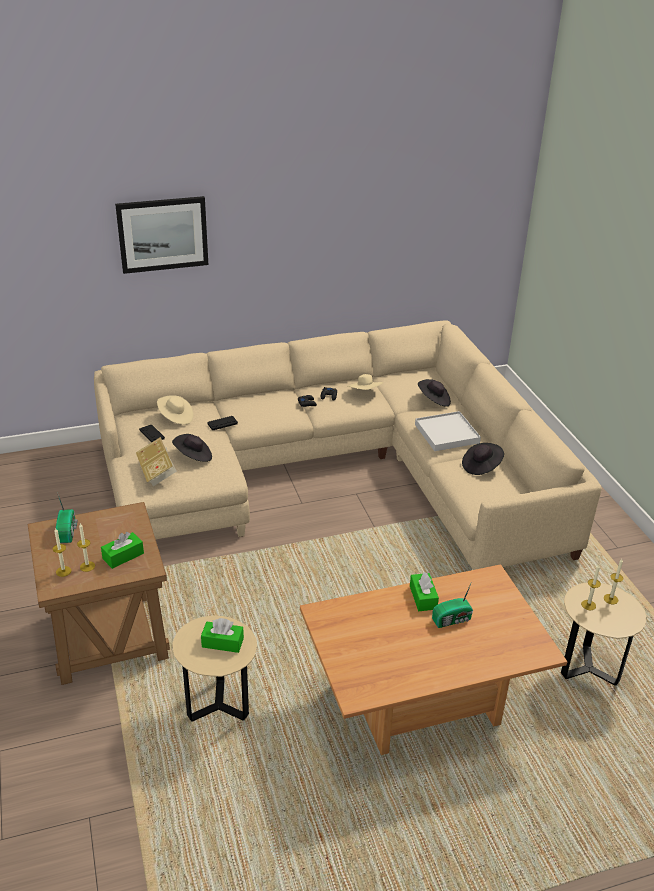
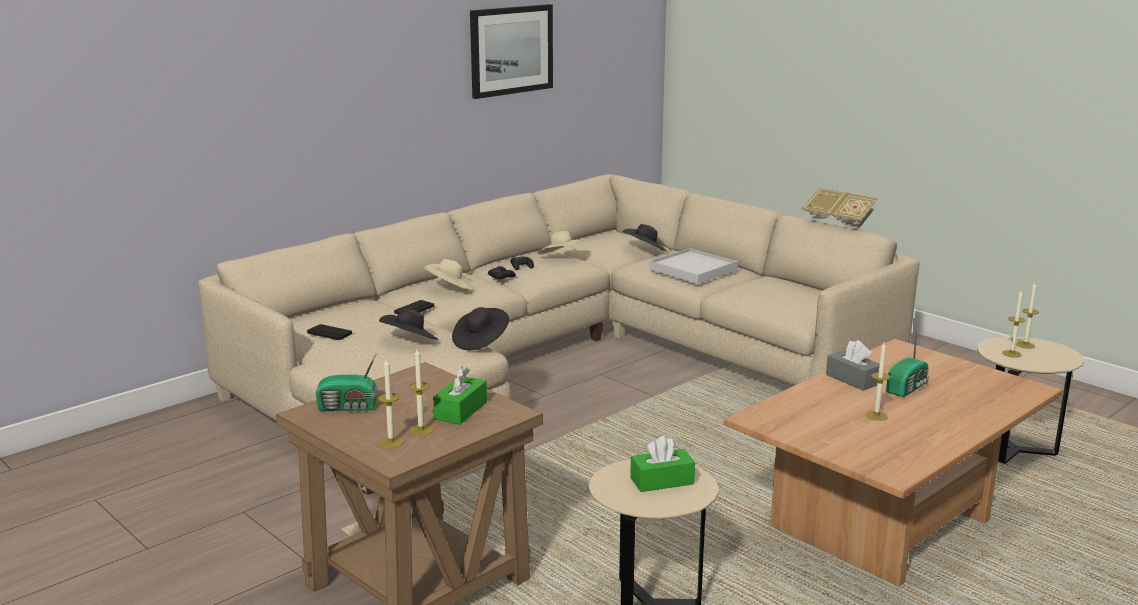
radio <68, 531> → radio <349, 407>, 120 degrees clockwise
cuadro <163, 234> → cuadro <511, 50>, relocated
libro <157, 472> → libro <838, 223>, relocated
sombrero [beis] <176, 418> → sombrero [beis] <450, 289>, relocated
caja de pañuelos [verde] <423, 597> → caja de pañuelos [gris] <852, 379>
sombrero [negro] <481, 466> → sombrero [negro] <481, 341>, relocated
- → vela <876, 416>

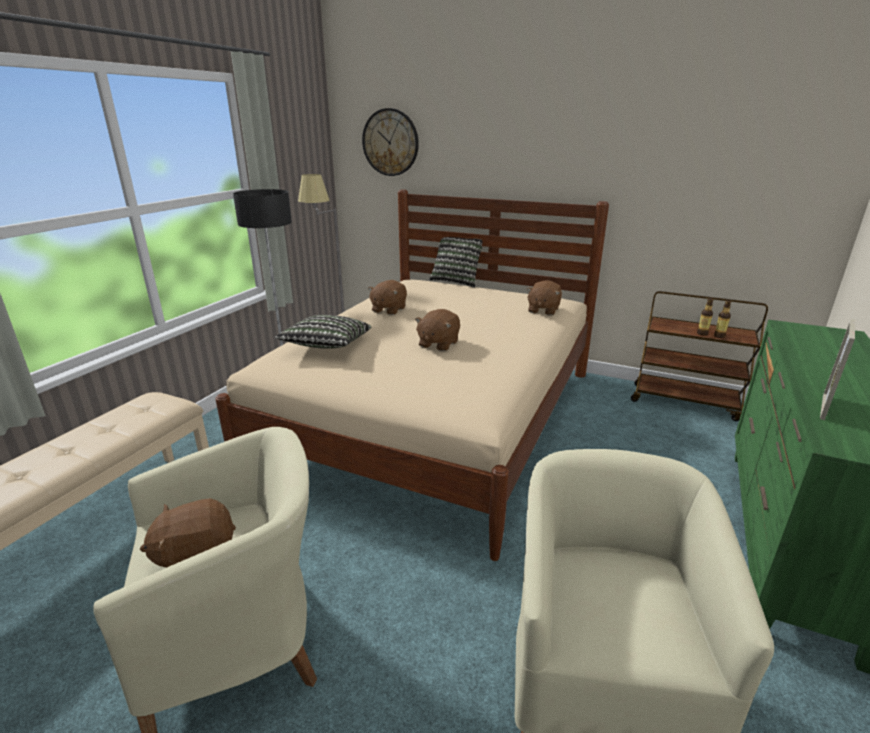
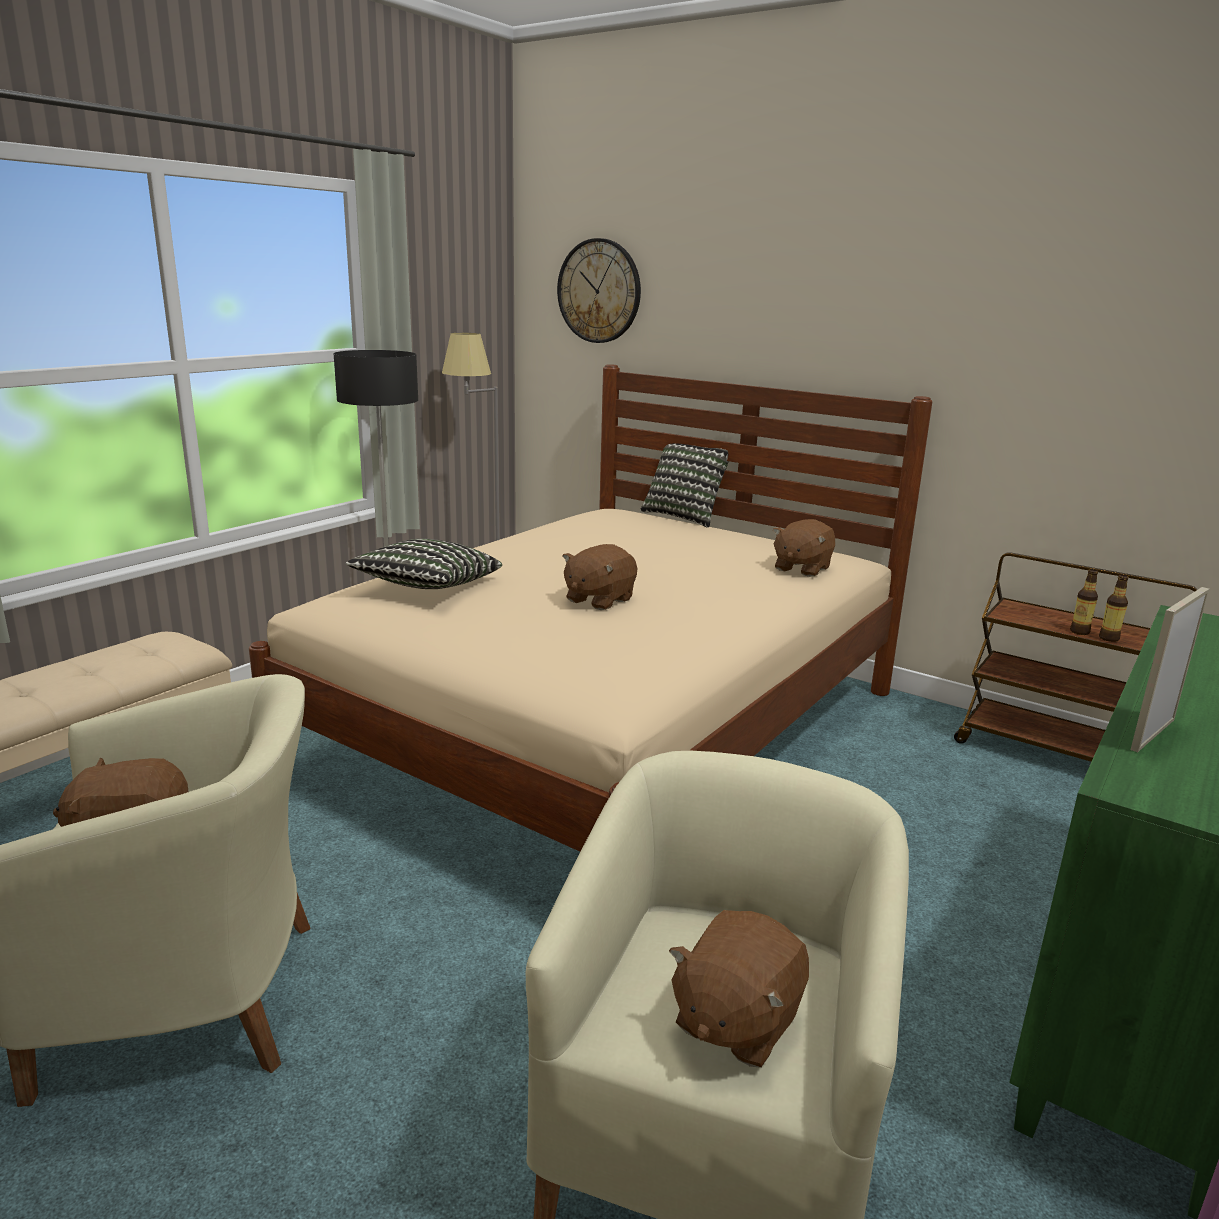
peluche [marrón] <388, 310> → peluche [marrón] <735, 1021>, relocated

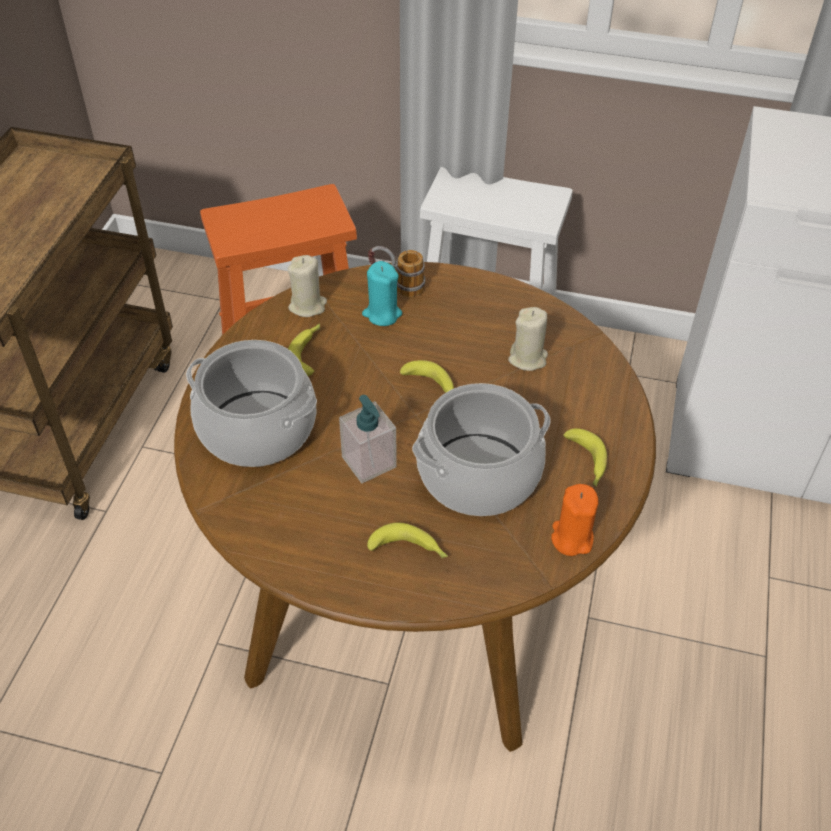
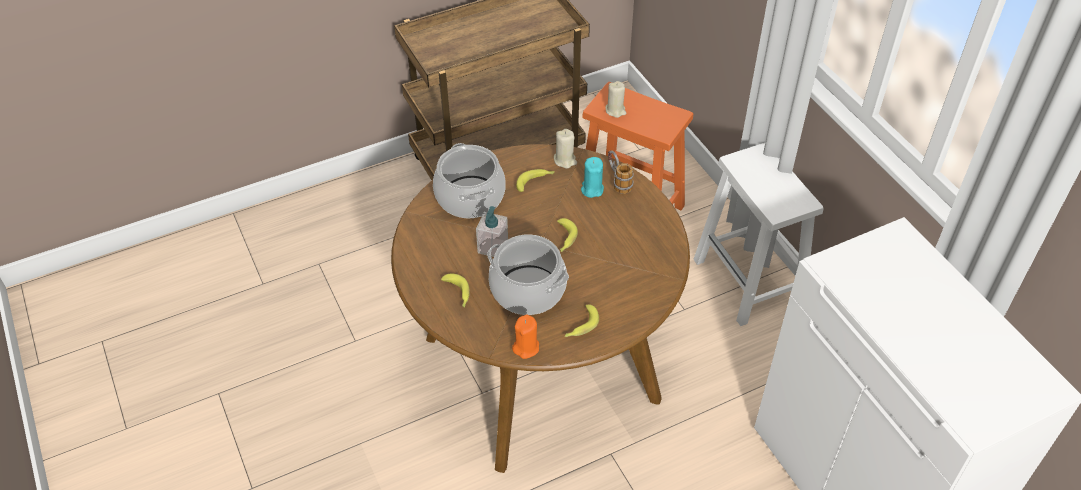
vela [beis] <528, 358> → vela [beis] <615, 110>, relocated

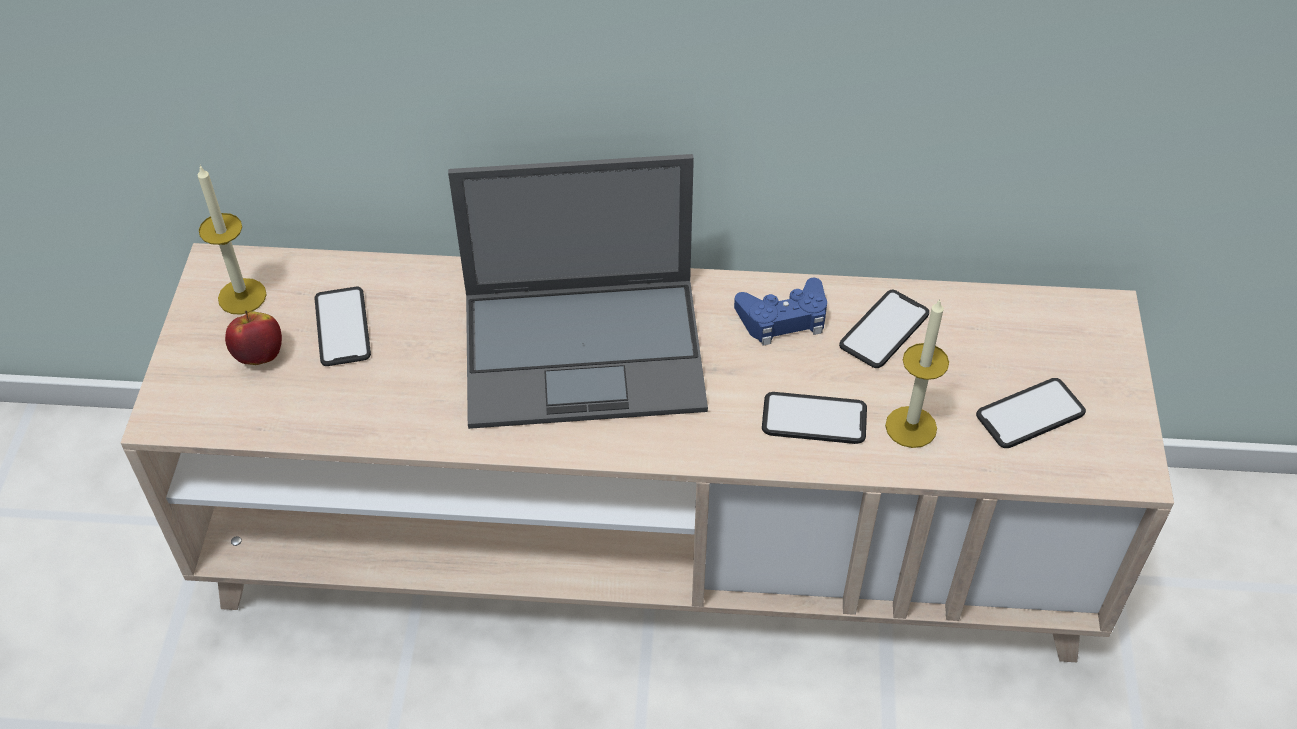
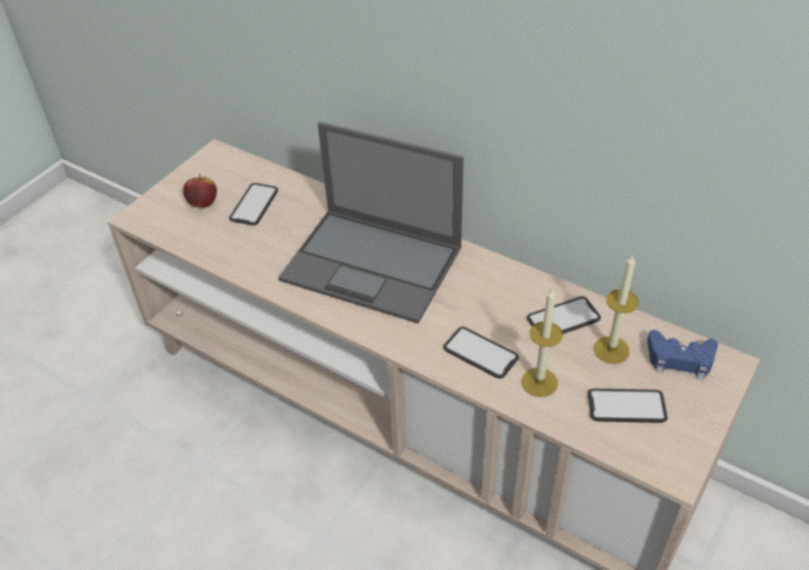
vela <242, 296> → vela <611, 350>, relocated
mando de consola [azul] <783, 318> → mando de consola [azul] <680, 359>, relocated

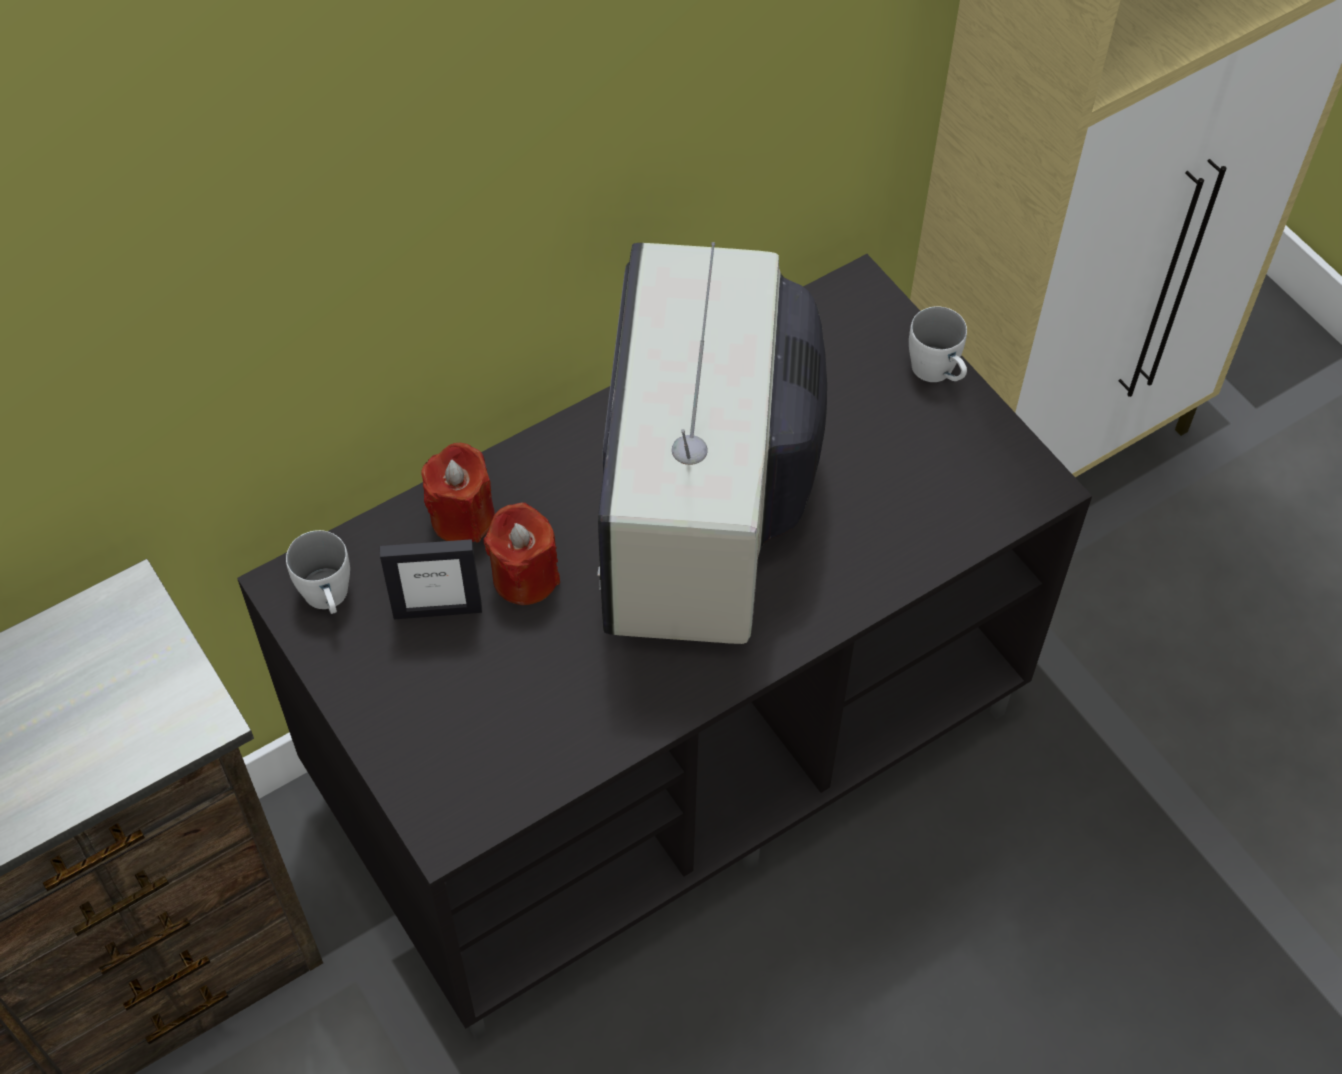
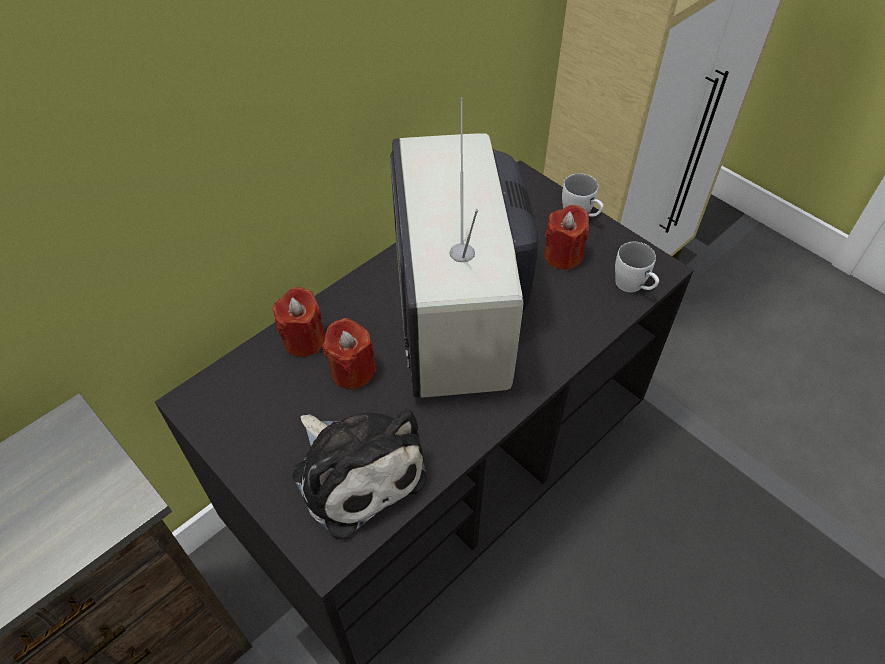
taza grande [blanco] <329, 600> → taza grande [blanco] <633, 287>, relocated
portarretratos <437, 610> → -
- → peluche <356, 470>
- → vela [rojo] <563, 255>

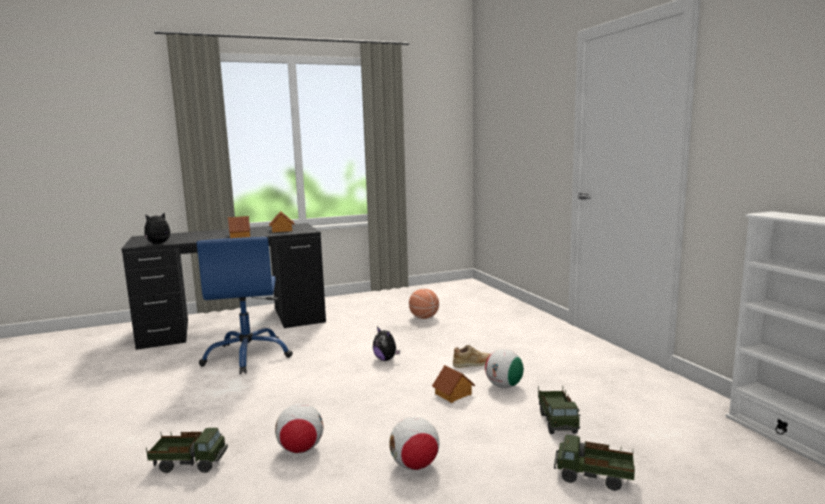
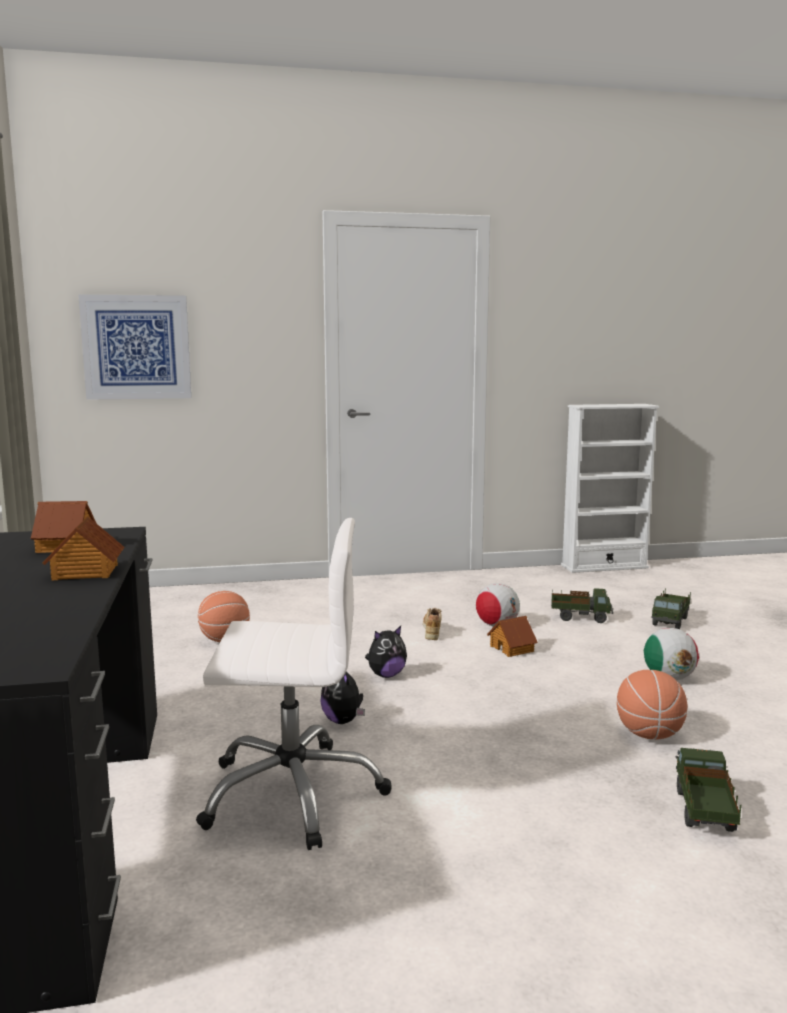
peluche <159, 243> → peluche <343, 721>, relocated
silla de oficina [azul] <248, 356> → silla de oficina [blanco] <293, 792>
balón de fútbol <301, 449> → balón de baloncesto <649, 734>
- → cuadro <136, 347>

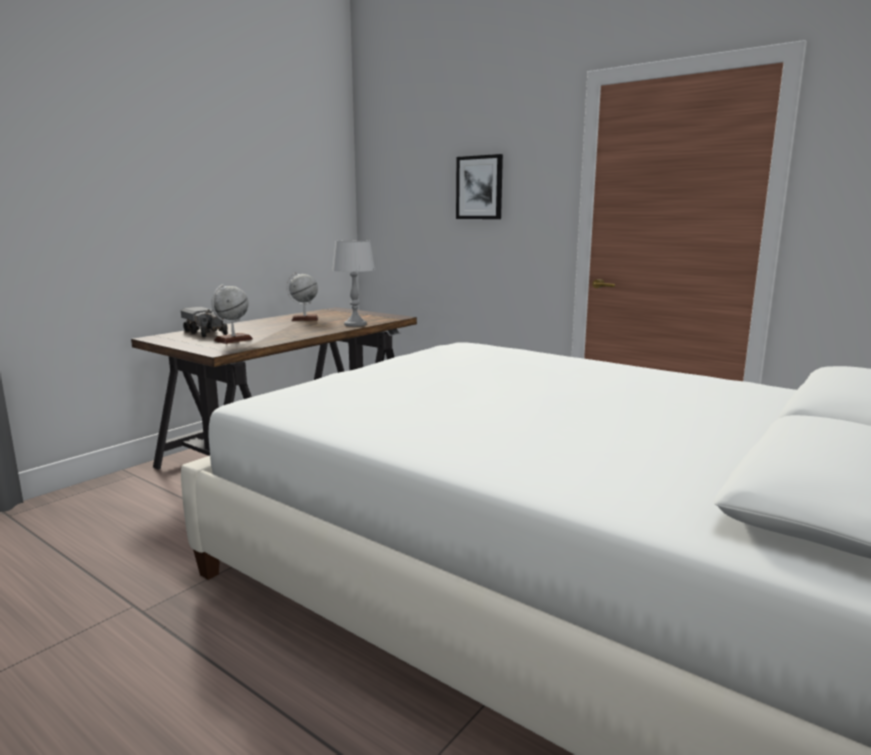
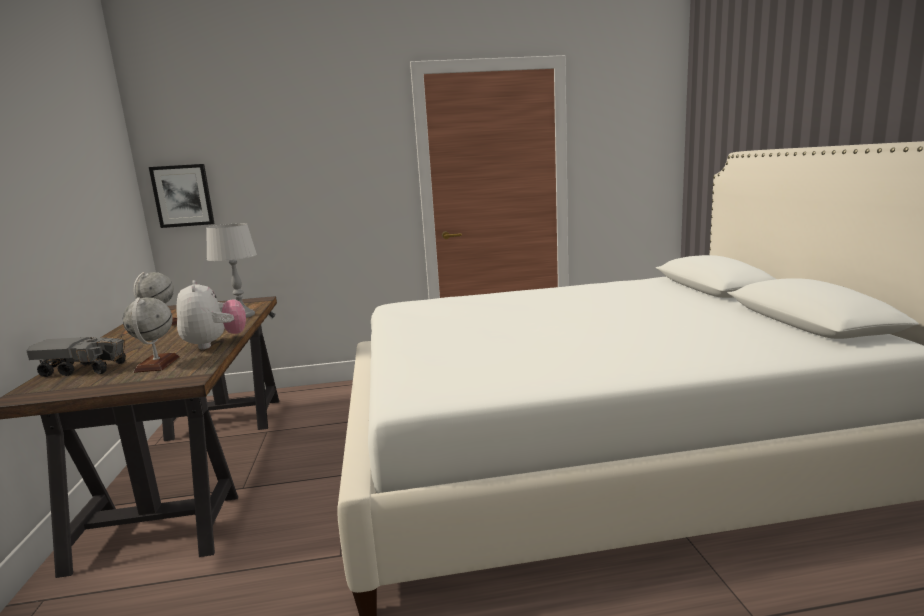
cuadro <479, 187> → cuadro <183, 196>, relocated
- → peluche <215, 344>

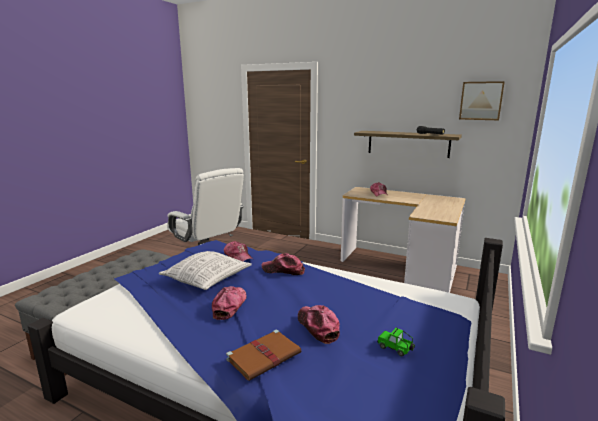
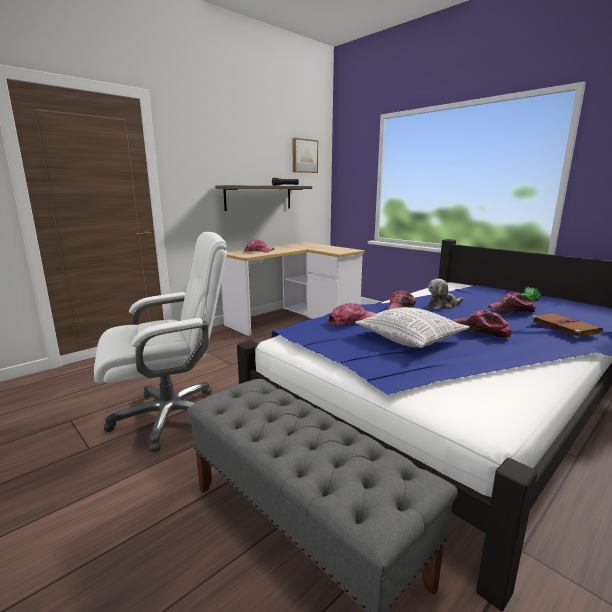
- → peluche <443, 306>

